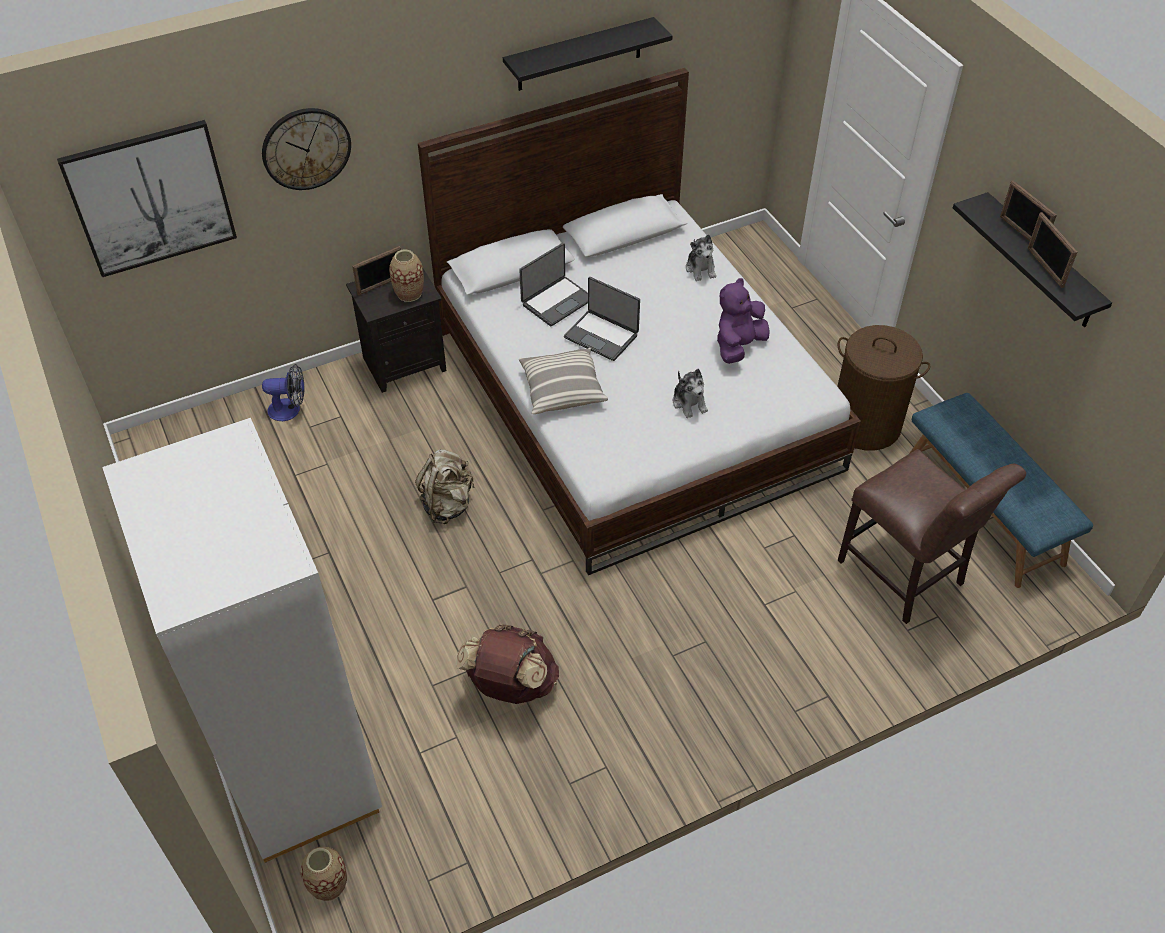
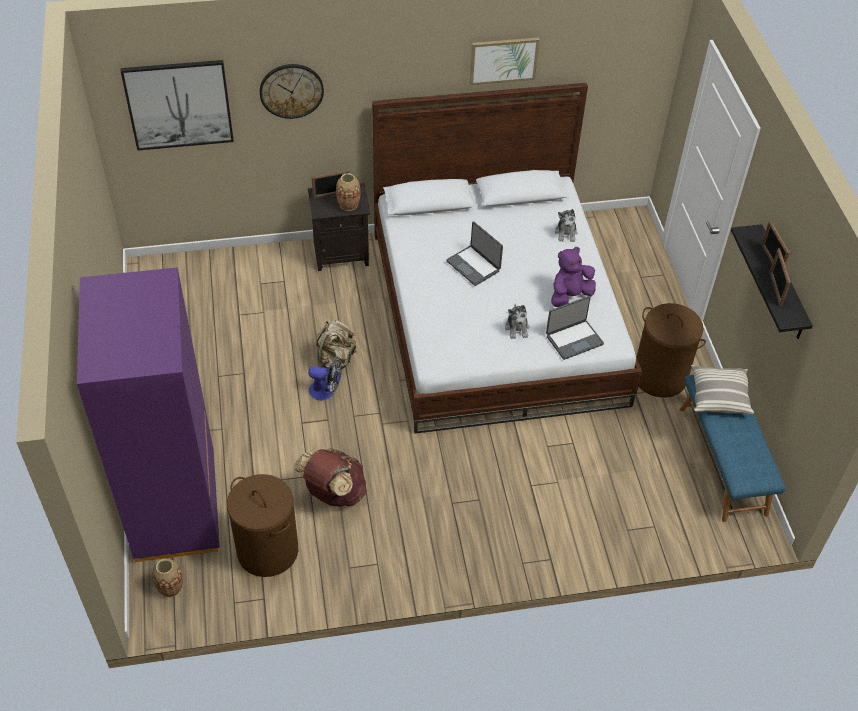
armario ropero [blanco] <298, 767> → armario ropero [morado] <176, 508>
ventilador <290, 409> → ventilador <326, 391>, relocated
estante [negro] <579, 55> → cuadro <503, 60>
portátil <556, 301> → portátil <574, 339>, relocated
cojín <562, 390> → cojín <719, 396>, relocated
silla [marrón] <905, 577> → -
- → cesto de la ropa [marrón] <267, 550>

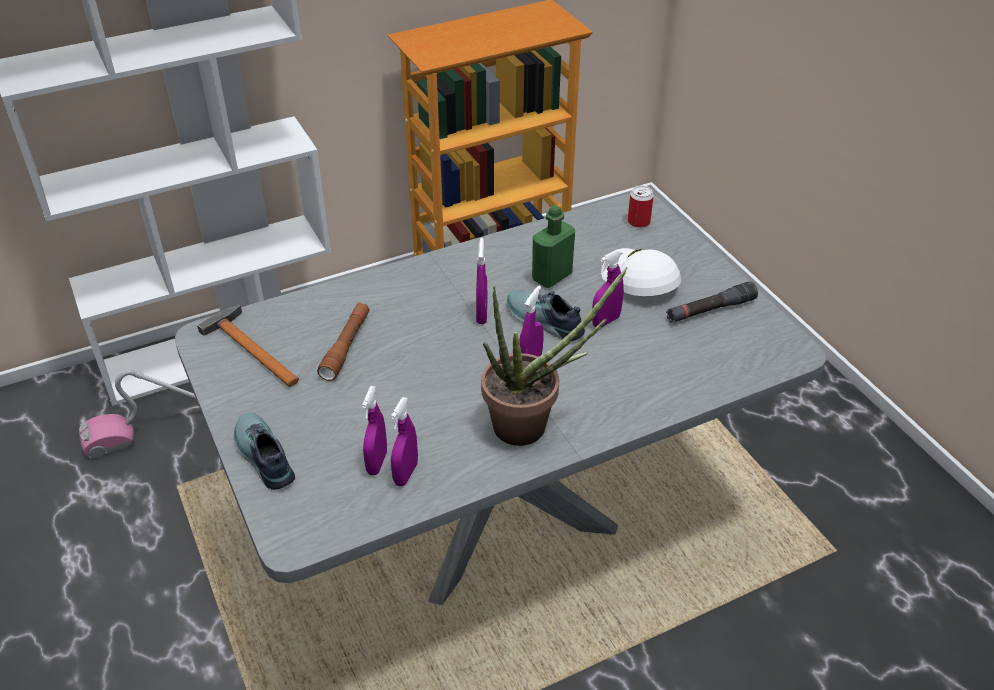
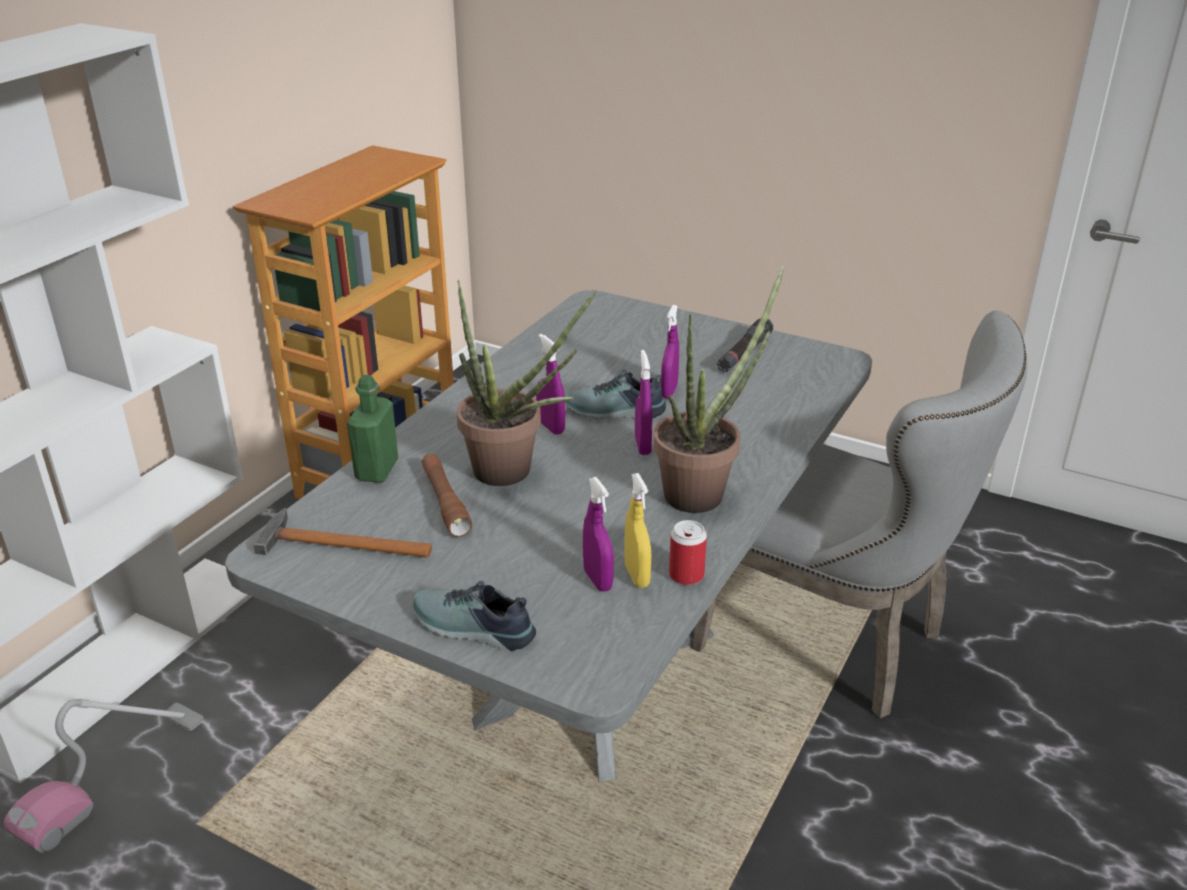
pulverizador [morado] <406, 474> → pulverizador [amarillo] <637, 576>
botella [verde] <552, 277> → botella [verde] <377, 470>, relocated
gorra [blanco] <638, 281> → -
lata <638, 222> → lata <686, 575>, relocated
- → planta en maceta <514, 473>
- → silla [gris] <835, 642>

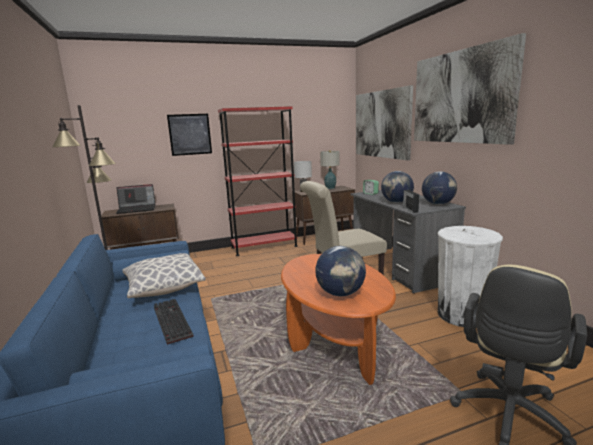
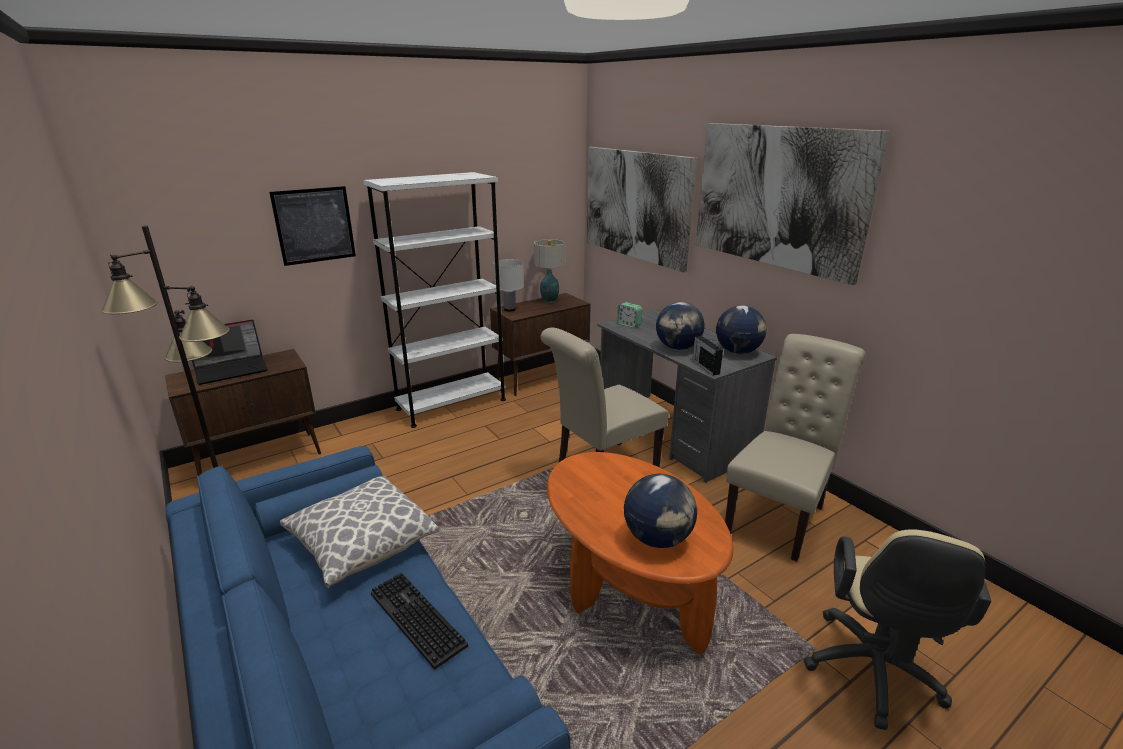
estantería [rojo] <264, 247> → estantería [blanco] <451, 404>
papelera [blanco] <462, 315> → silla [beis] <778, 515>

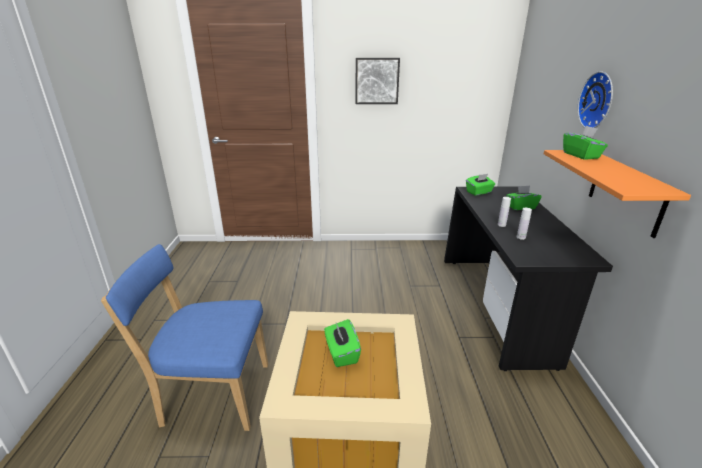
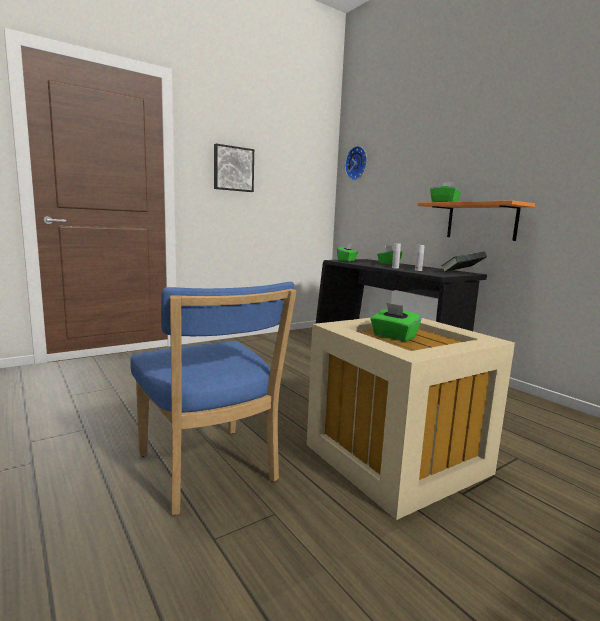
silla [azul] <212, 394> → silla [azul] <209, 471>, 90 degrees counterclockwise
reloj de pared <598, 101> → reloj de pared <357, 163>, relocated
- → libro <462, 273>

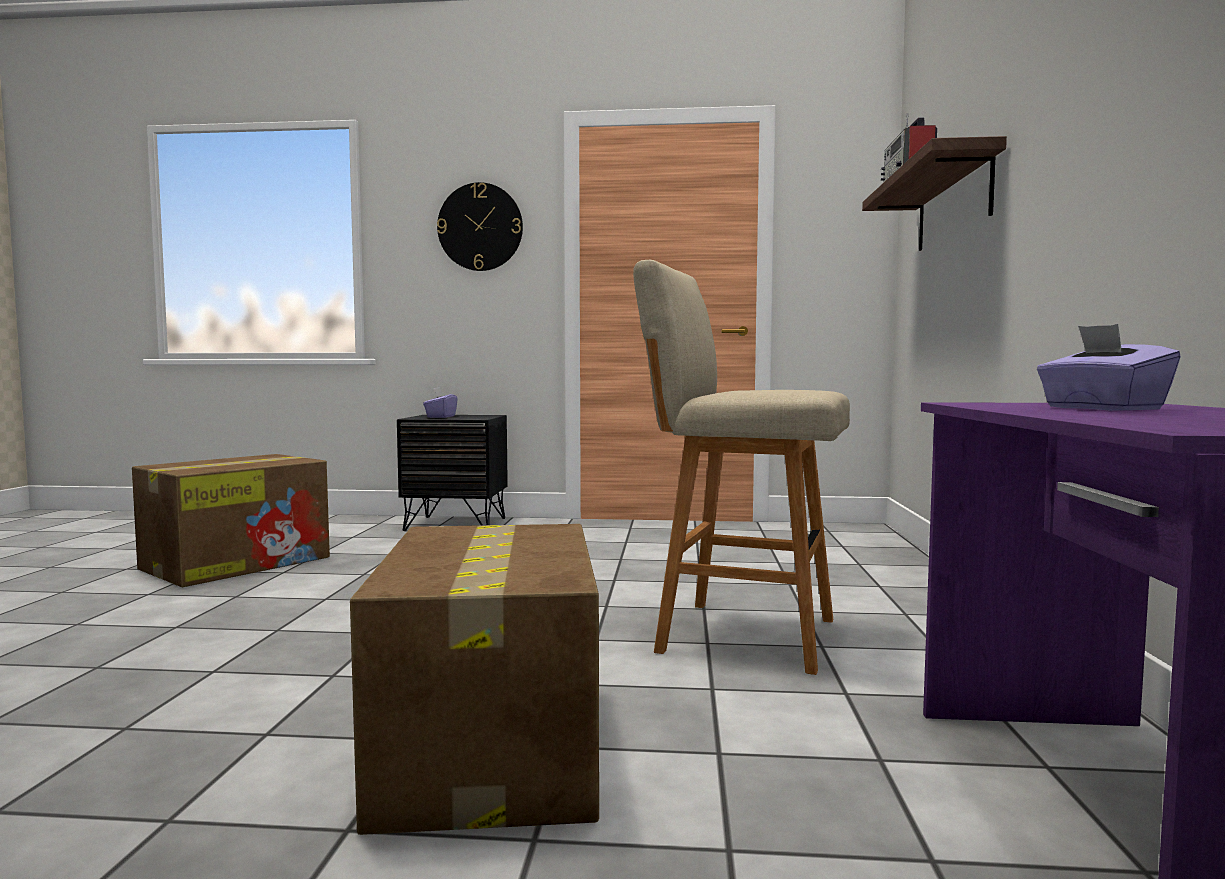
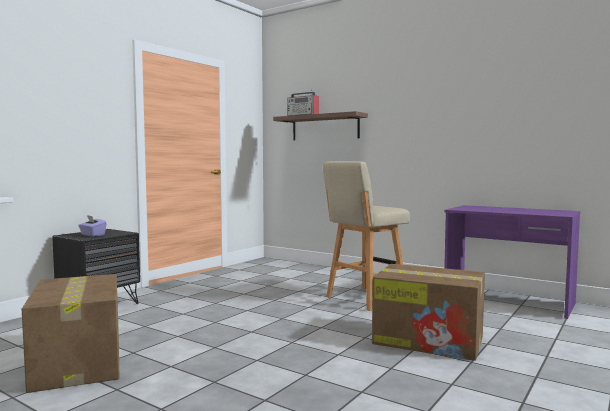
reloj de pared <480, 227> → -
caja de pañuelos [morado] <1101, 408> → -

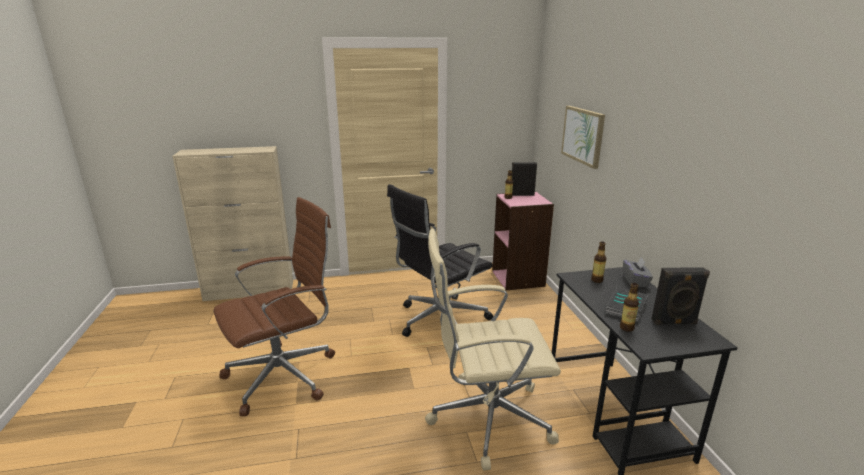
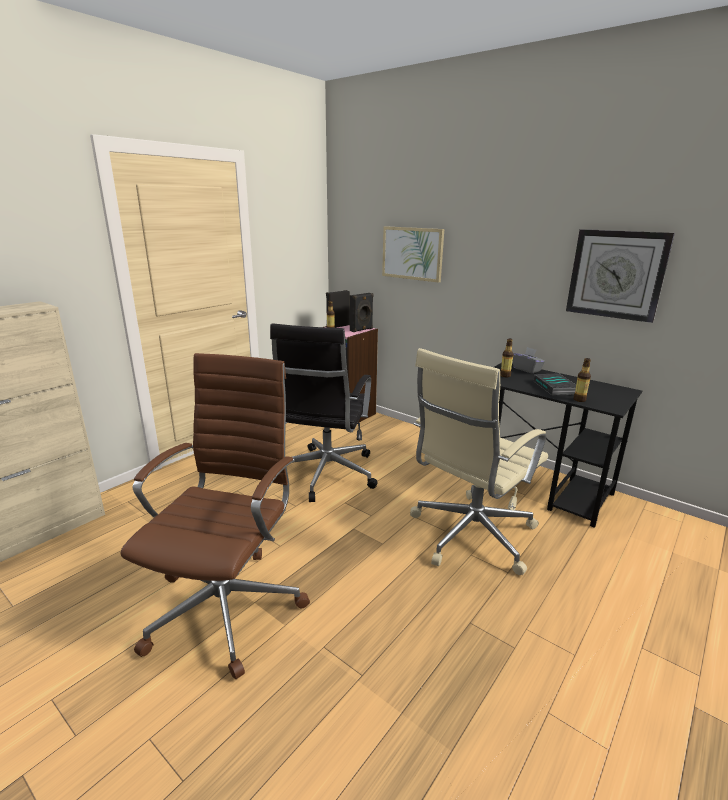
altavoz [negro] <674, 322> → altavoz [negro] <362, 330>, relocated
- → reloj de pared <616, 274>

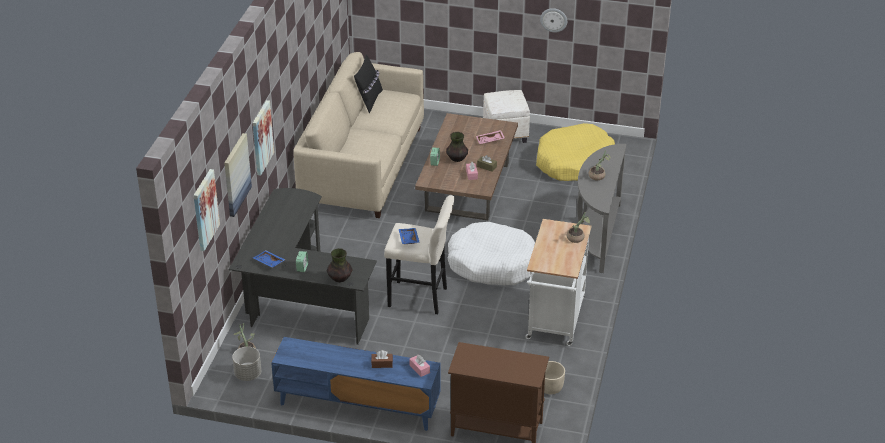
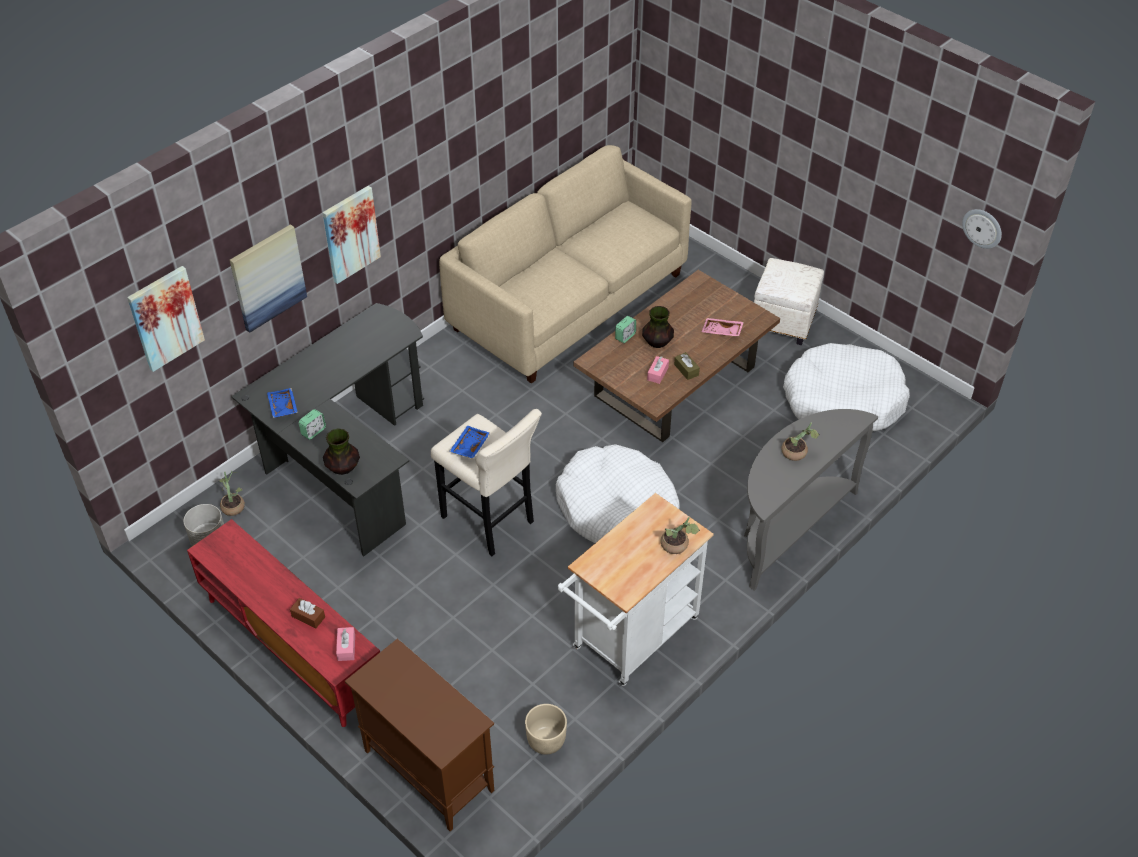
mueble de televisión [azul] <357, 406> → mueble de televisión [rojo] <291, 646>
cojín [negro] <369, 100> → -
cama para perro [amarillo] <574, 162> → cama para perro [blanco] <843, 400>
reloj de pared <553, 19> → reloj de pared <982, 228>, relocated

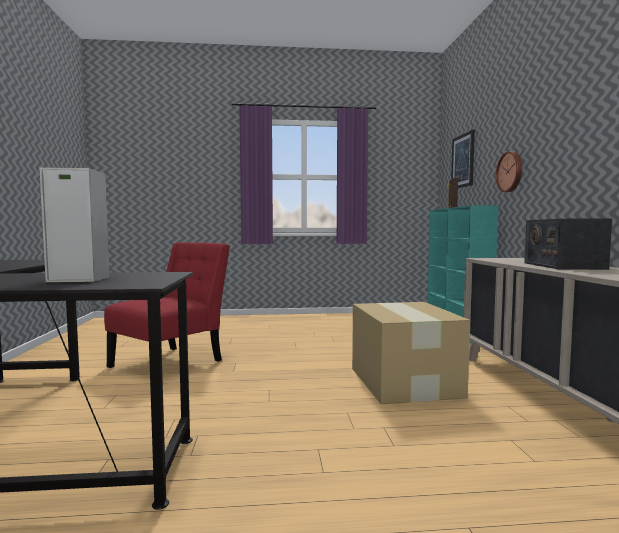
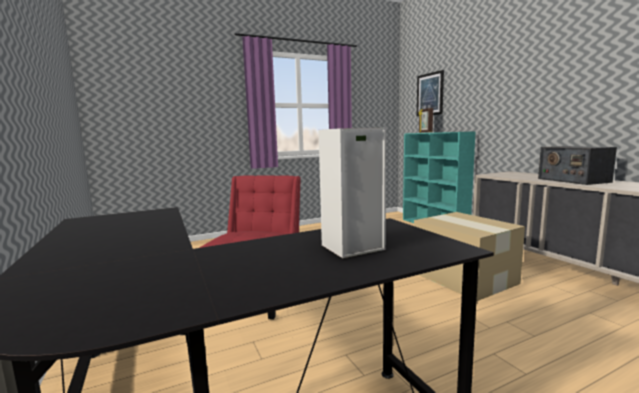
reloj de pared <510, 172> → -

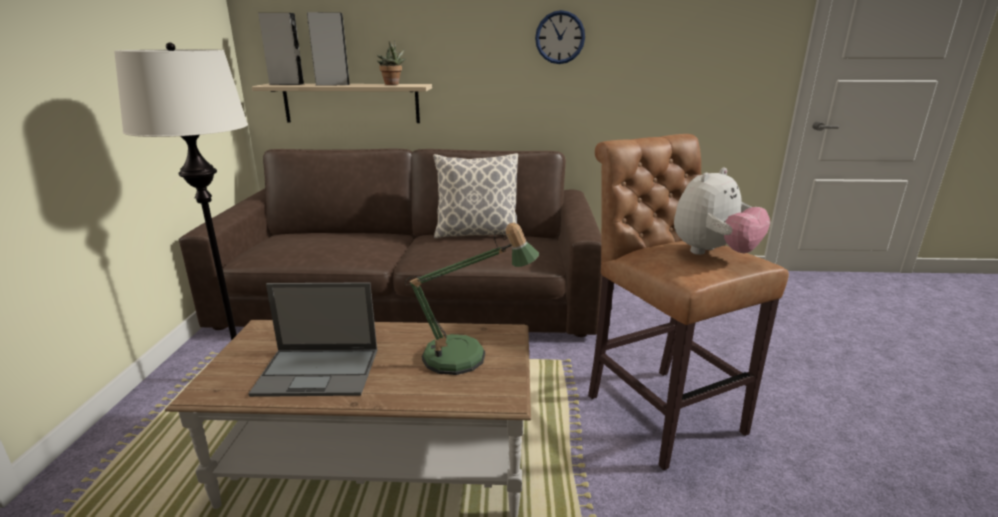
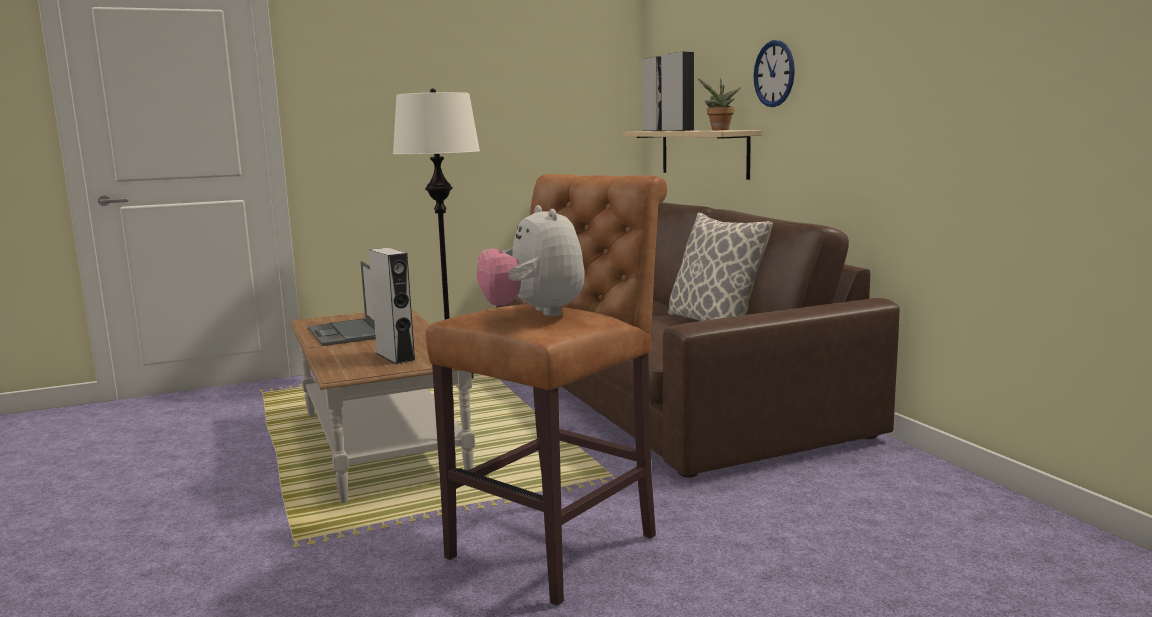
lámpara de mesa <465, 357> → altavoz [gris] <395, 357>
reloj de pared <560, 37> → reloj de pared <774, 73>, relocated
peluche <713, 253> → peluche <534, 313>, 45 degrees clockwise

